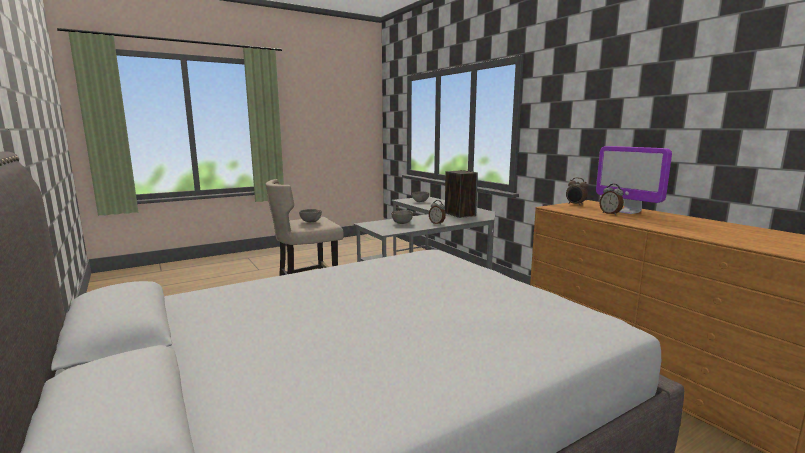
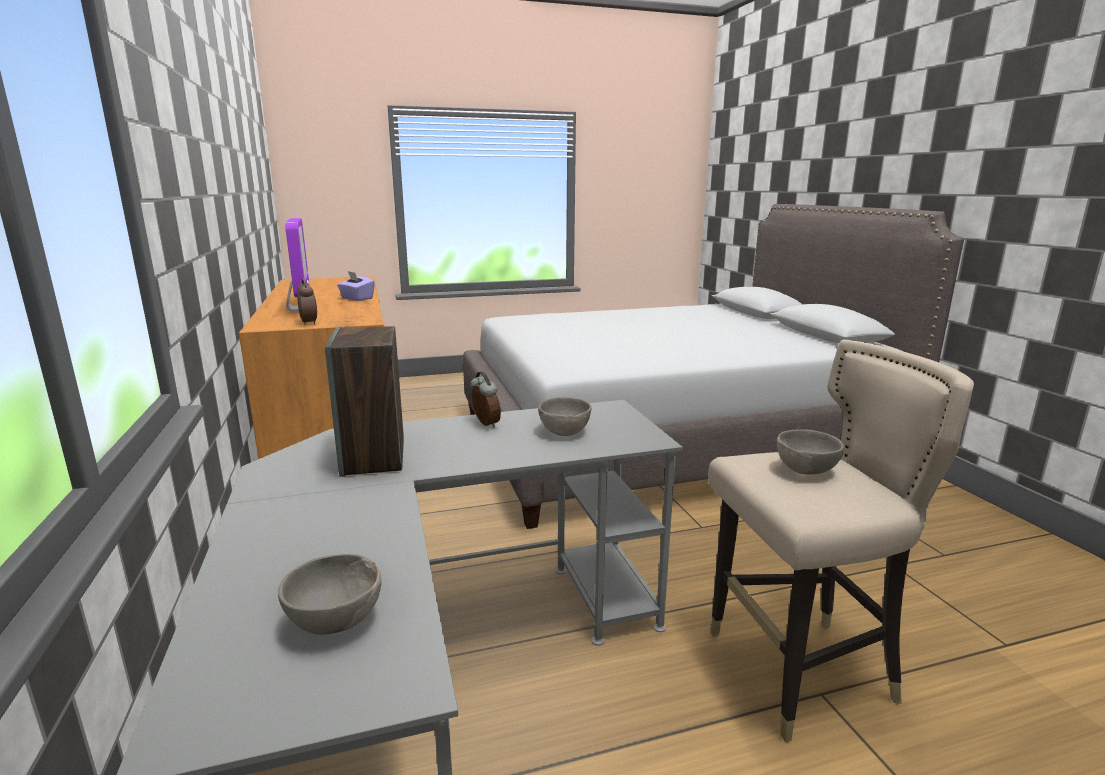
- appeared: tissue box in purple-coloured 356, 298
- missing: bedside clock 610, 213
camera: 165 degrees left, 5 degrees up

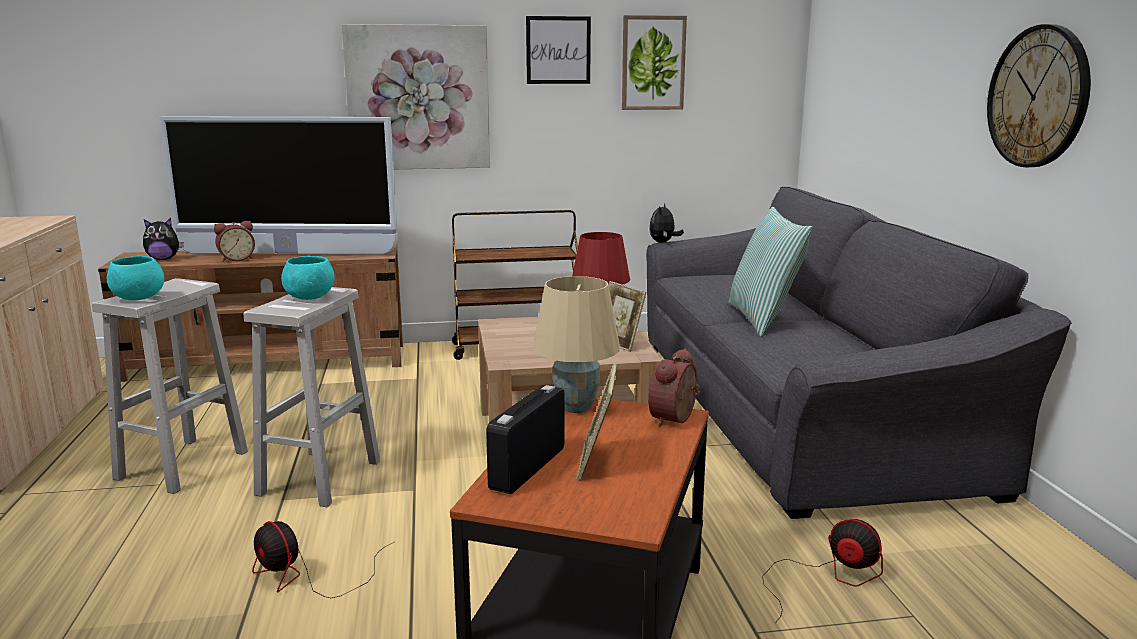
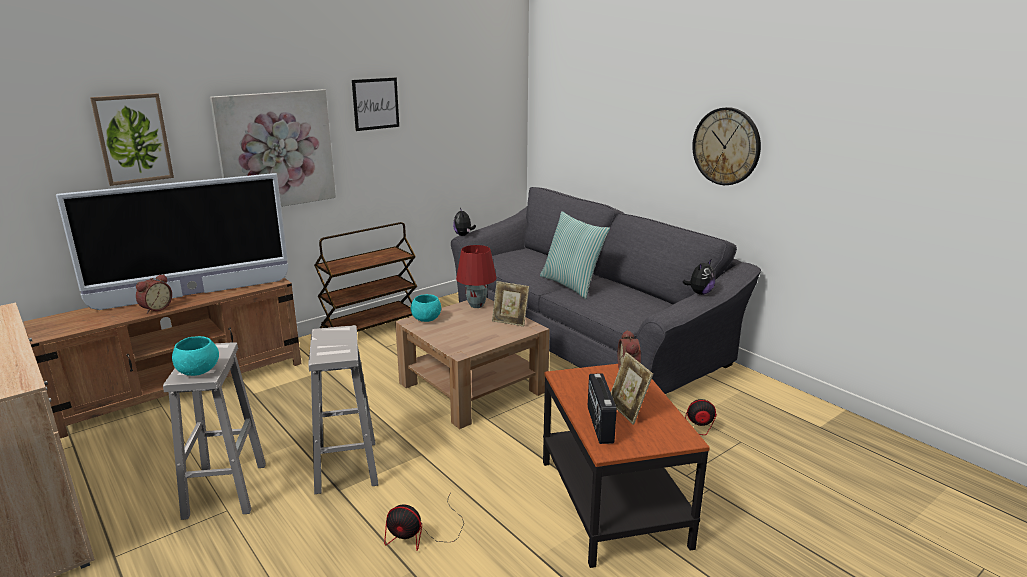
- relocated: wall art 653, 63 to 133, 138
- relocated: serving bowl in turquoise-coloured 309, 297 to 426, 319
- relocated: plush toy 163, 259 to 699, 293
- missing: lamp for a table in beige 576, 407
camera: 30 degrees left, 5 degrees up

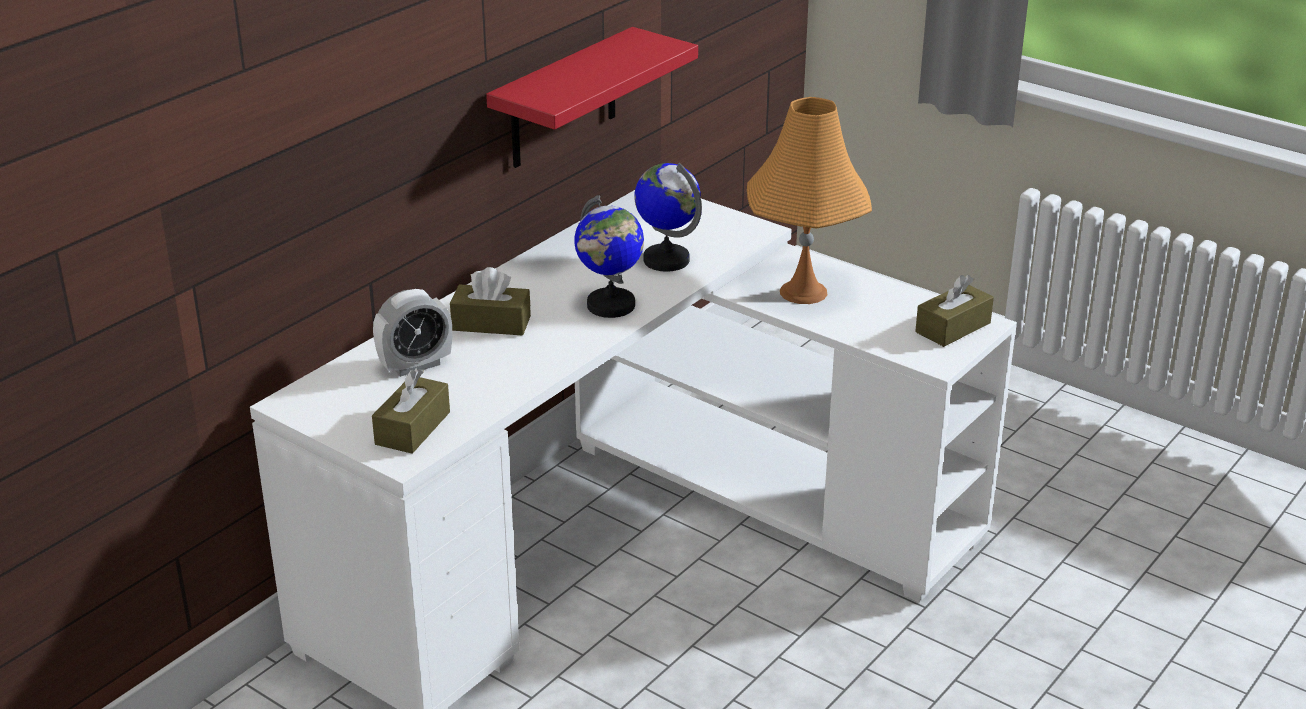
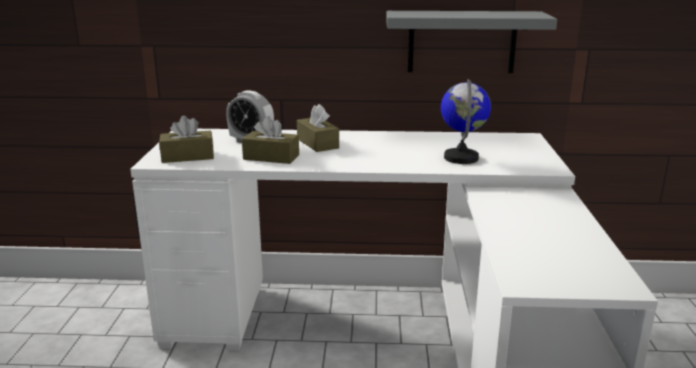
- relocated: tissue box in brown 953, 328 to 271, 157
- colour: bracket shelf in red 563, 100 to bracket shelf in greyish 461, 42
- missing: globe 610, 306
- missing: lamp for a table in orangey 803, 292
camera: 55 degrees right, 10 degrees down

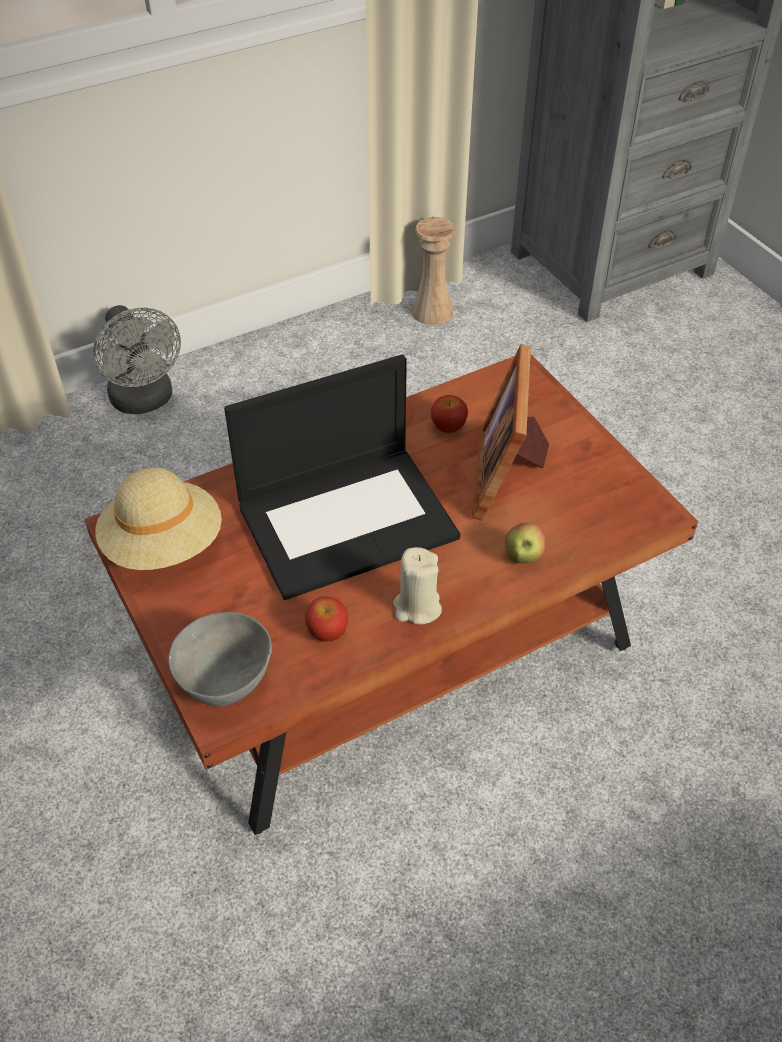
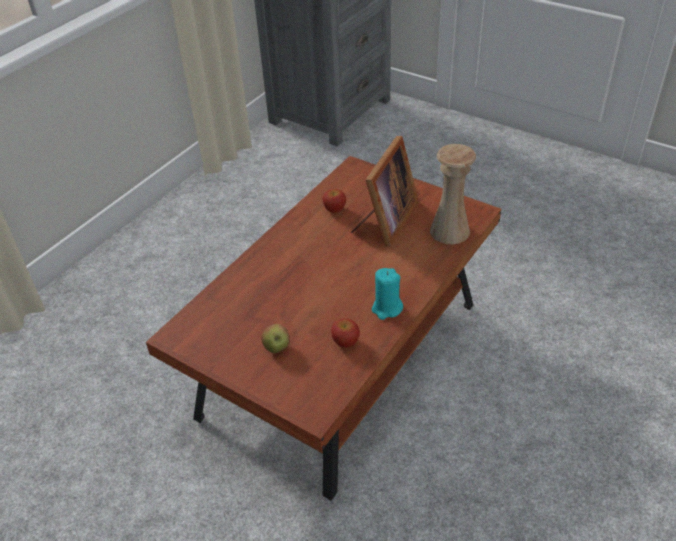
- relocated: apple fruit 523, 557 to 277, 348
- spun: standing frame 507, 473 = 385, 221 135 degrees counterclockwise
- colour: wax light in beige 417, 607 to wax light in turquoise-coloured 386, 308
- relocated: vase in beige 432, 311 to 449, 231
- missing: cooling fan in greyish 145, 401
- missing: hat in beige 164, 545
- missing: serving bowl in greyish 226, 683
- missing: laptop 348, 519
camera: 25 degrees left, 5 degrees down

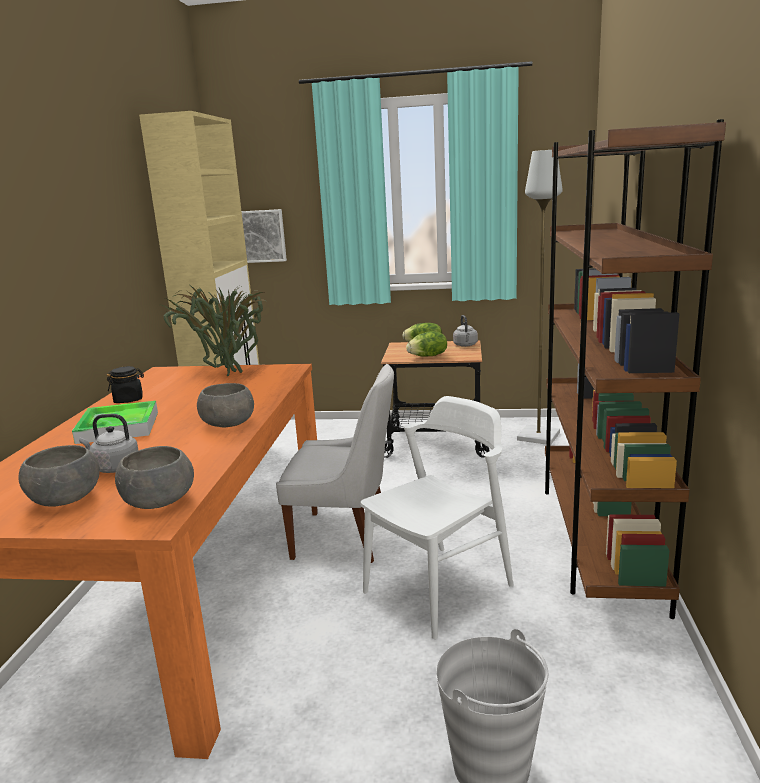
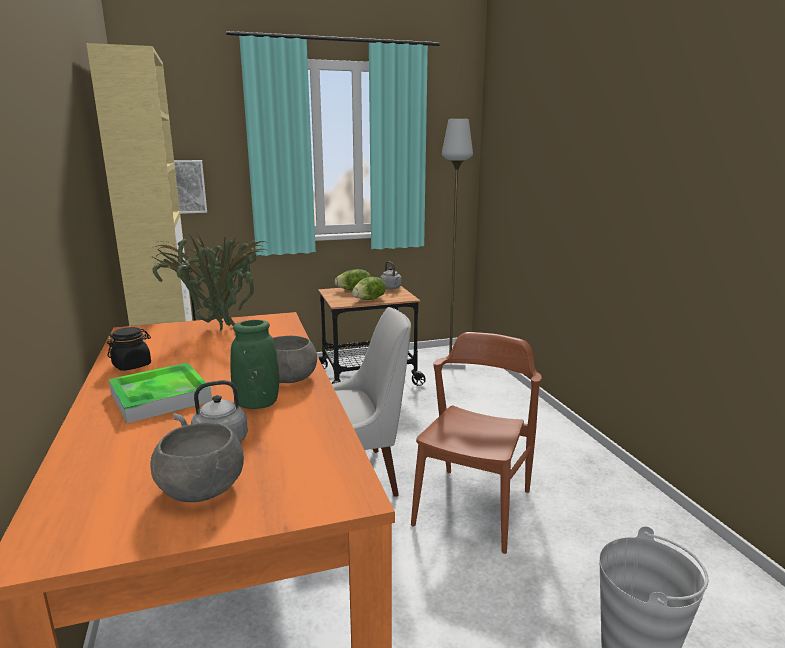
- appeared: vase in greenish 257, 404
- colour: upright chair in white-coloured 439, 588 to upright chair in brown 473, 507
- missing: serving bowl in greyish 158, 501
- missing: bookcase in brown 597, 537
camera: 25 degrees left, 0 degrees up

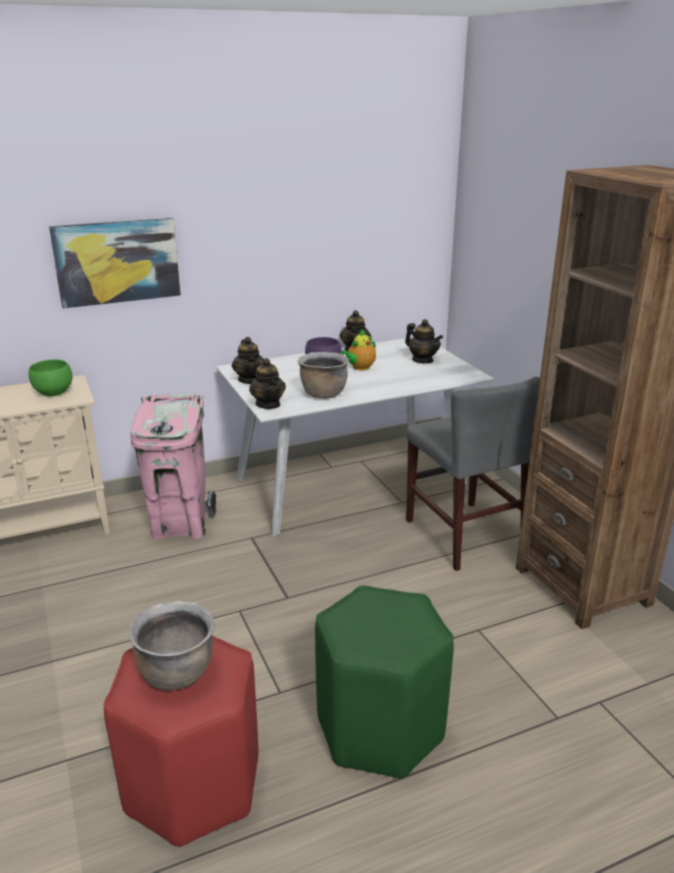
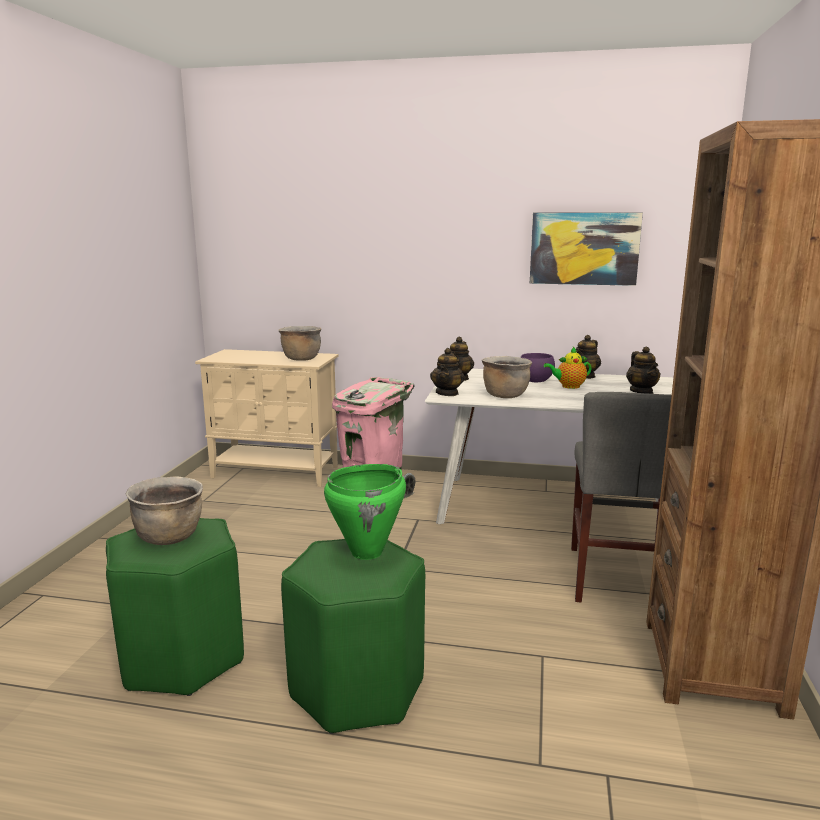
- colour: stool seat in red 193, 784 to stool seat in greenish 183, 657
- exchanged: serving bowl in greenish 53, 393 to saucepot in brown 301, 359
- appeared: saucepot in greenish 367, 552
- relocated: wall art 117, 262 to 584, 248
camera: 35 degrees right, 10 degrees down

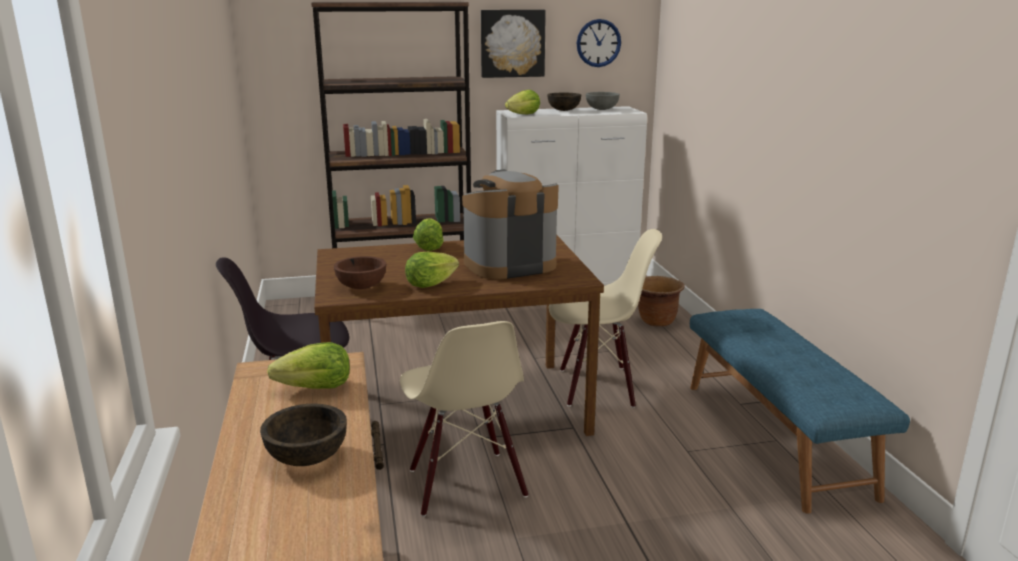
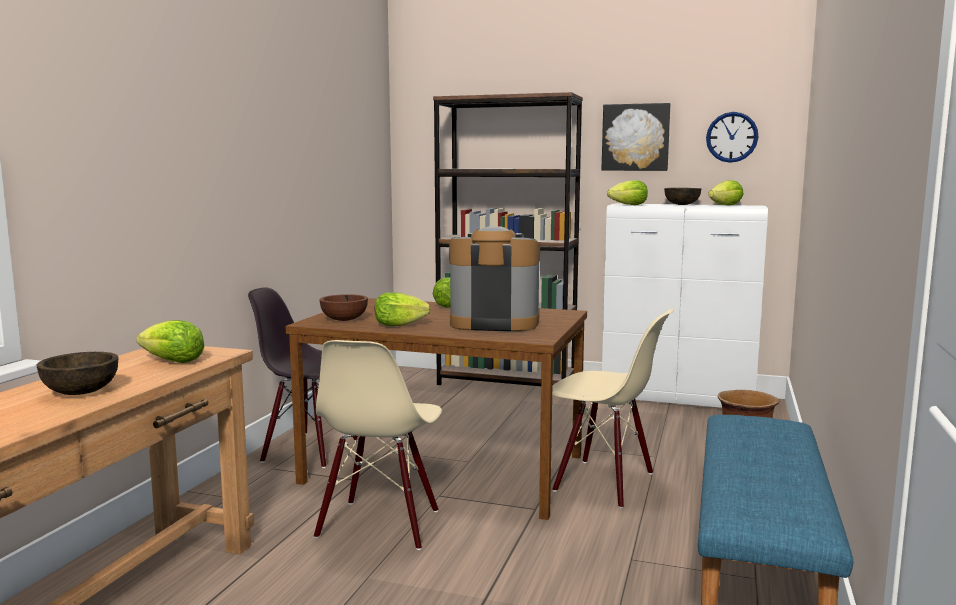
- exchanged: serving bowl in greyish 602, 109 to lettuce 725, 205
camera: 30 degrees right, 10 degrees down

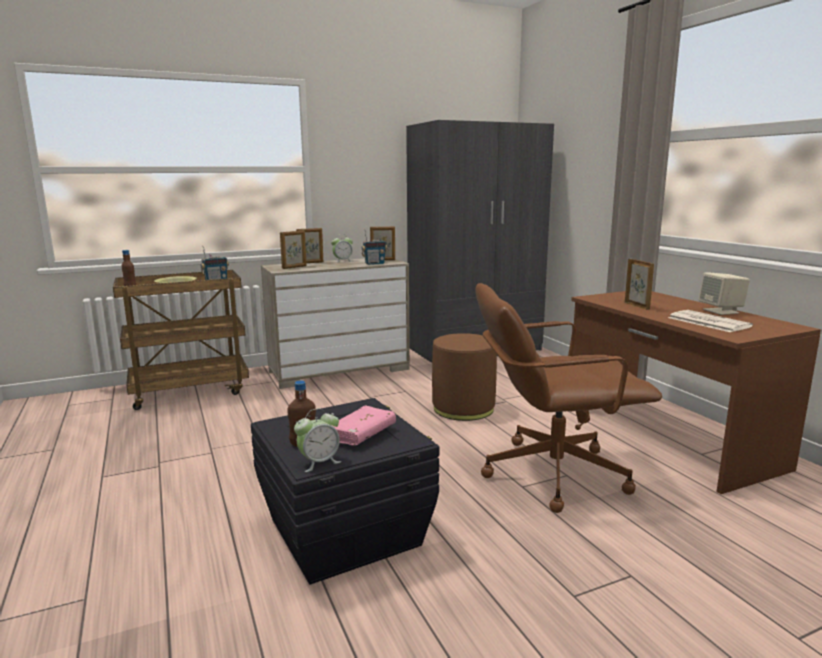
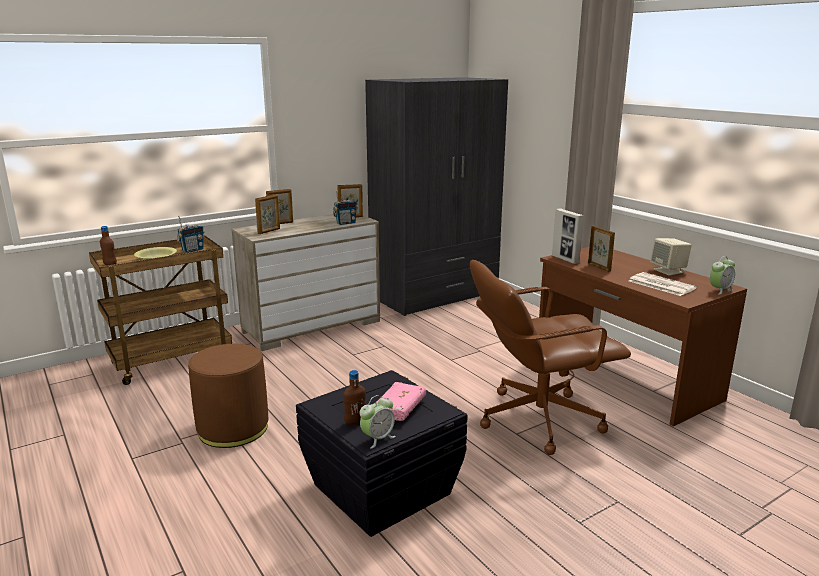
- relocated: pouffe in brown 463, 408 to 233, 428
- appeared: standing frame 565, 259
- relocated: bedside clock 342, 261 to 720, 290
camera: 10 degrees left, 5 degrees up

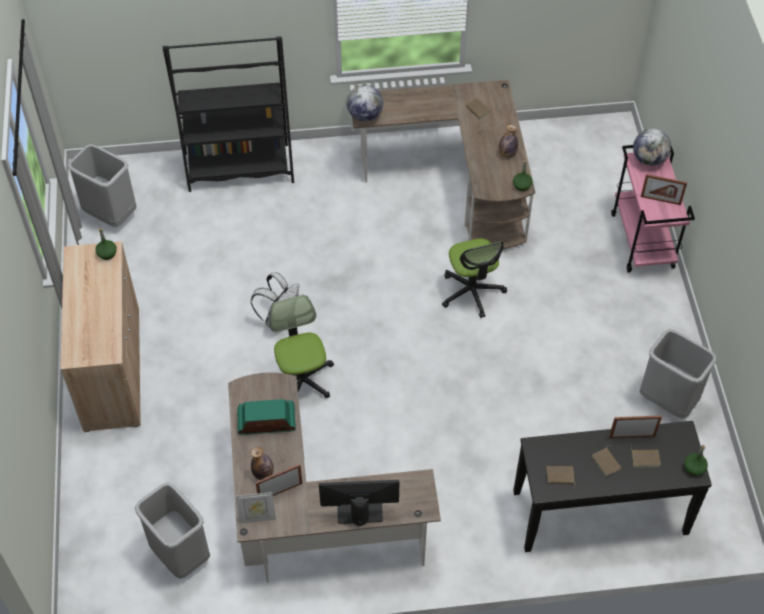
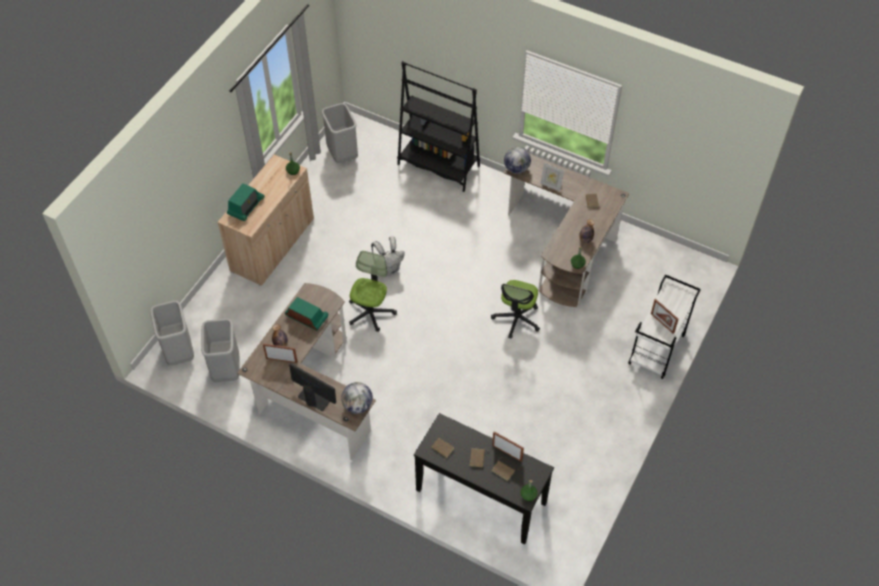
- relocated: rubbish bin in greyish 667, 401 to 179, 352
- appeared: radio 246, 207
- relocated: globe 649, 159 to 358, 405
- relocated: standing frame 257, 518 to 551, 186
- colour: trolley in pink-coloured 643, 241 to trolley in white-coloured 657, 350
camera: 35 degrees right, 0 degrees up

